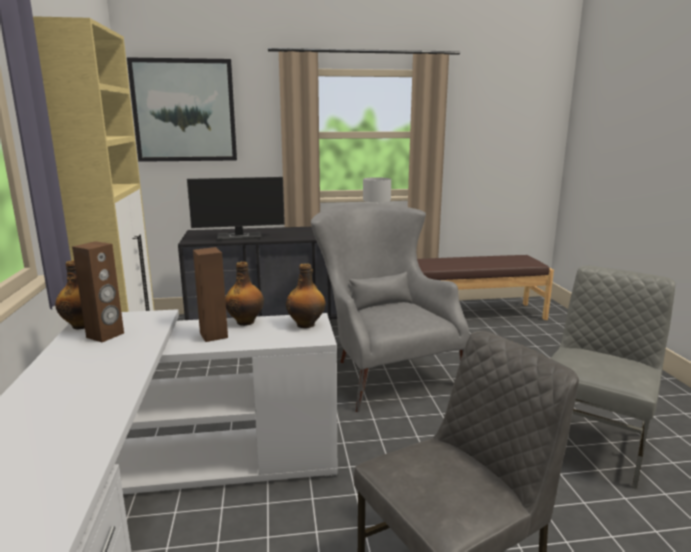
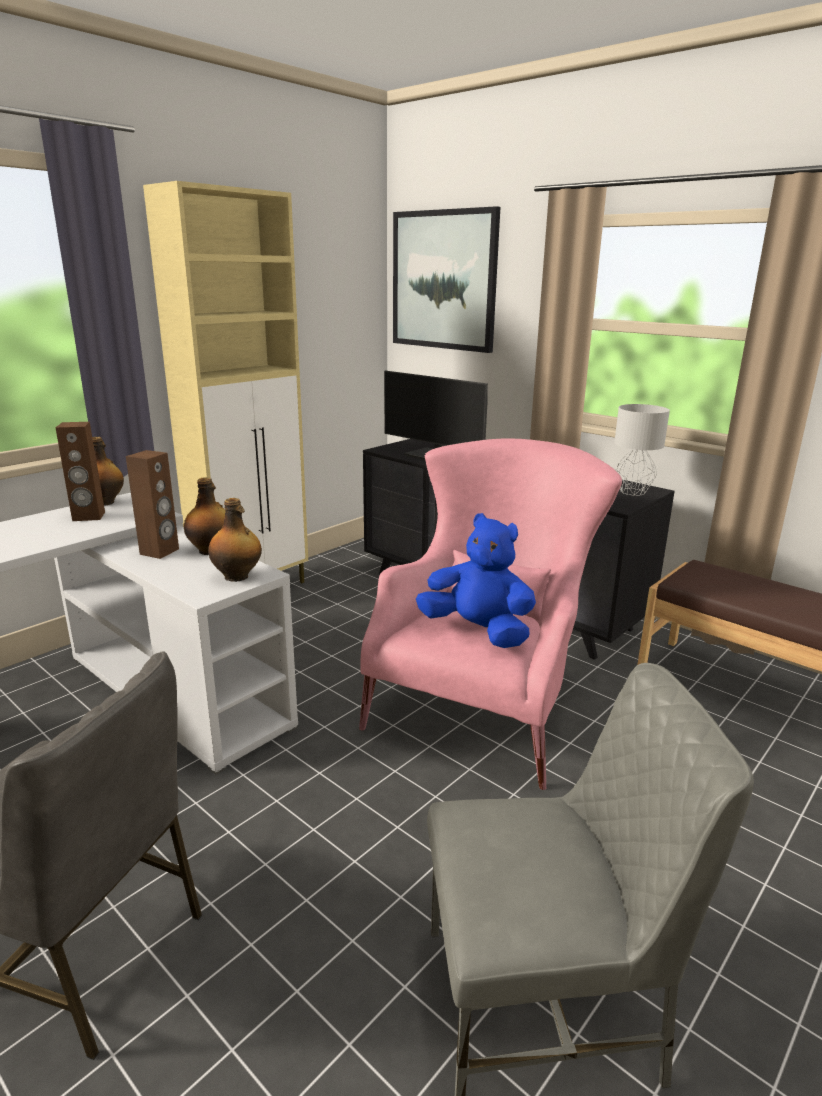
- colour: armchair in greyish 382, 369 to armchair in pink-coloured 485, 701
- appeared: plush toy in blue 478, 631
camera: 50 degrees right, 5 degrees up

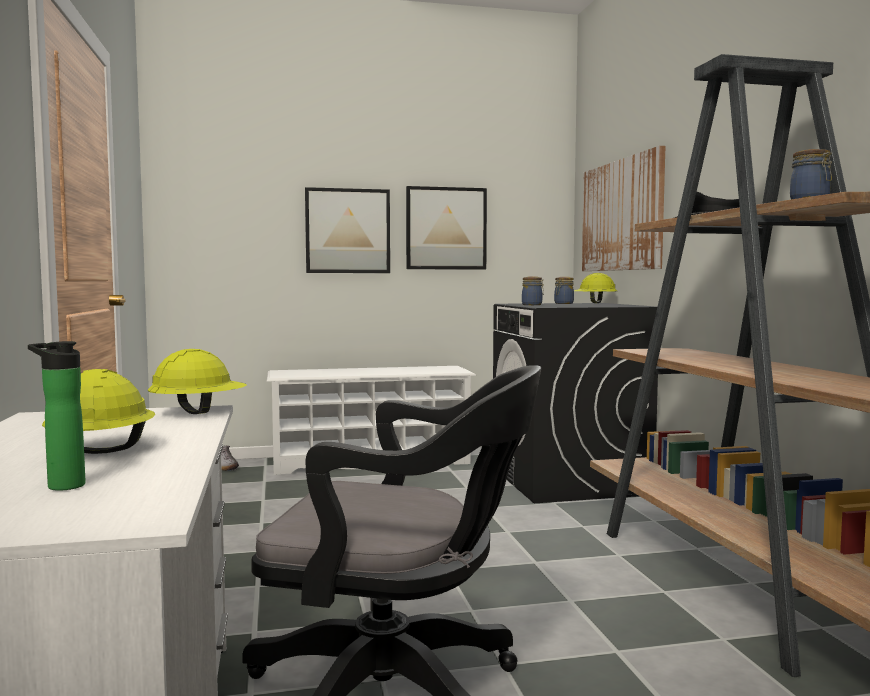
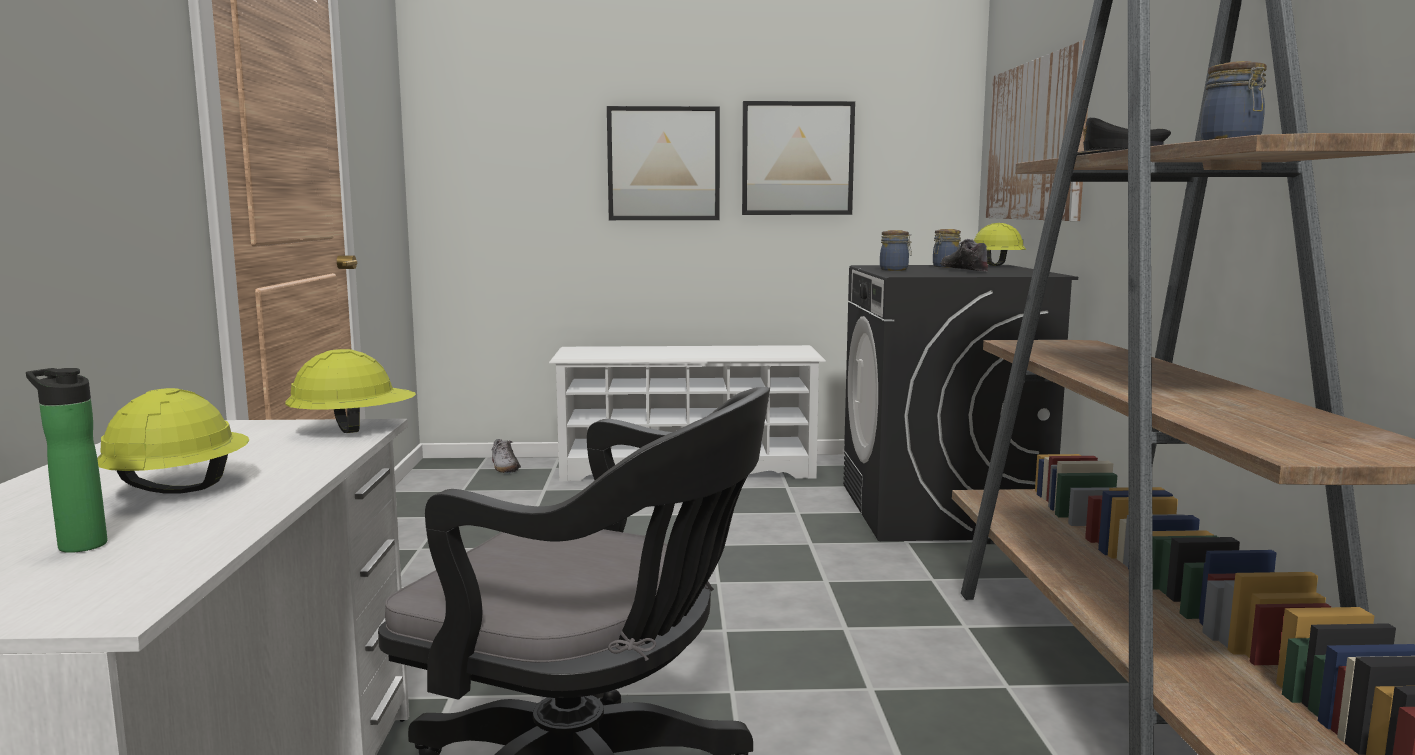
- appeared: low shoe 964, 270
camera: 10 degrees right, 5 degrees up

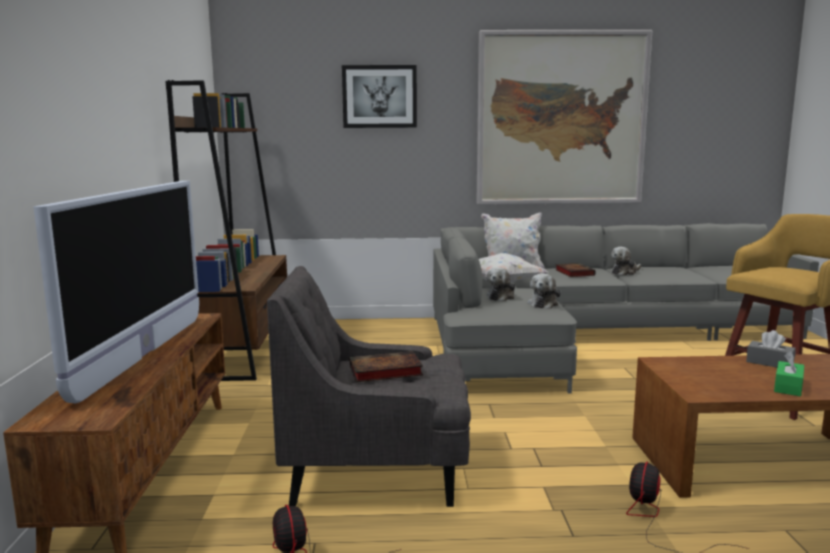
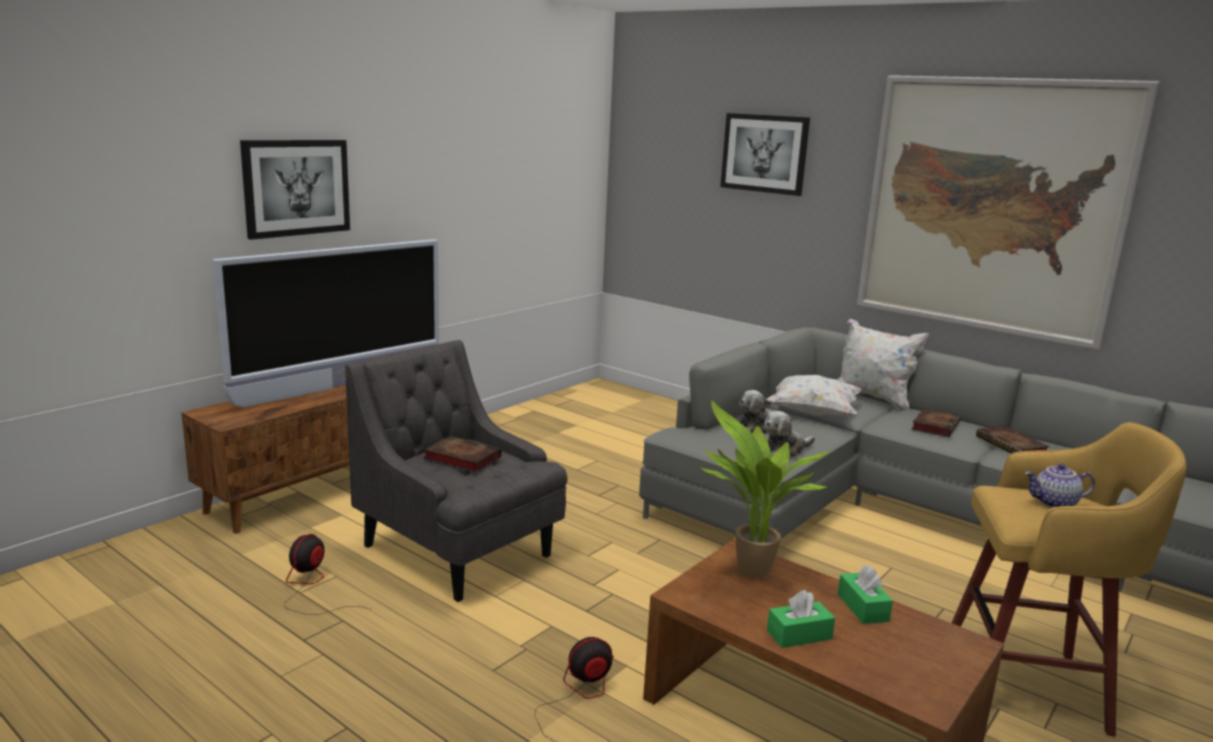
- appeared: wall art 296, 187
- appeared: potted plant 749, 573
- colour: tissue box in greyish 769, 363 to tissue box in greenish 862, 607
- exchanged: plush toy 625, 272 to book 1013, 446
- appeared: pot for tea 1054, 503
- missing: bookcase in brown 245, 348
camera: 40 degrees right, 5 degrees up

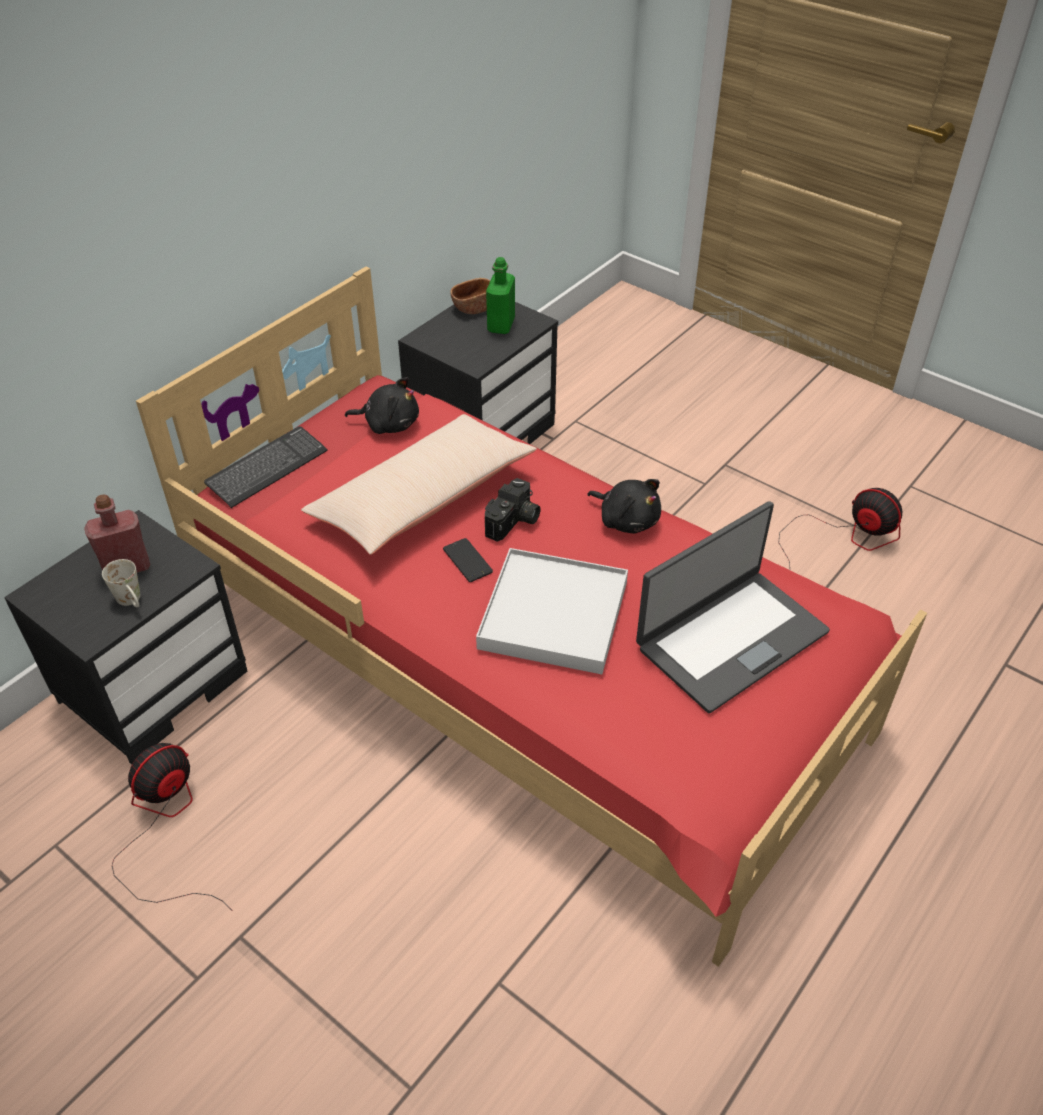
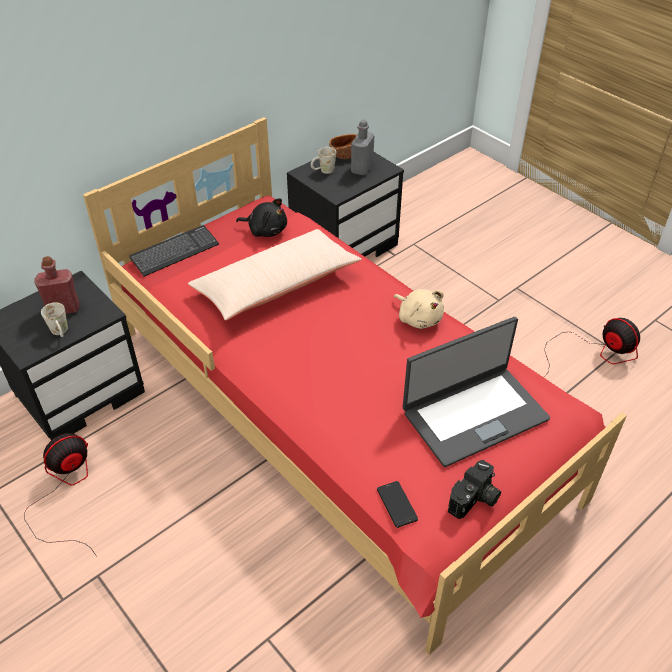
- appeared: tea mug in white-coloured 323, 171
- colour: drink bottle in greenish 501, 325 to drink bottle in greyish 362, 169
- relocated: handset 467, 560 to 397, 504
- colour: plush toy in blackish 626, 519 to plush toy in beige 418, 318
- relocated: still camera 514, 522 to 475, 500
- missing: tray in white-coloured 553, 614
camera: 10 degrees right, 0 degrees up

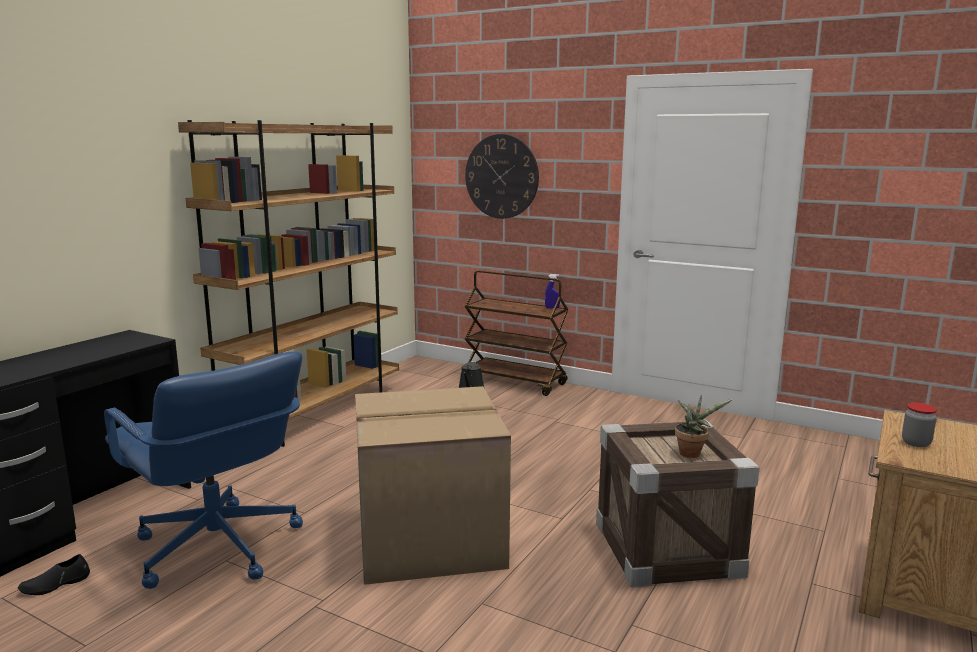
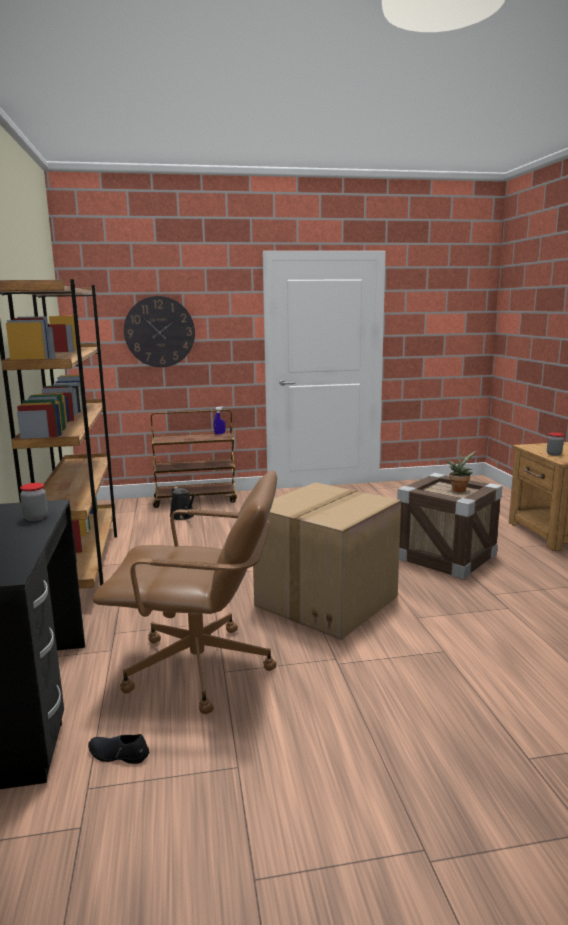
- appeared: storage jar 36, 518
- spun: low shoe in blackish 55, 584 = 118, 754 90 degrees clockwise
- colour: computer chair in blue 216, 548 to computer chair in brown 200, 669
camera: 40 degrees left, 0 degrees up

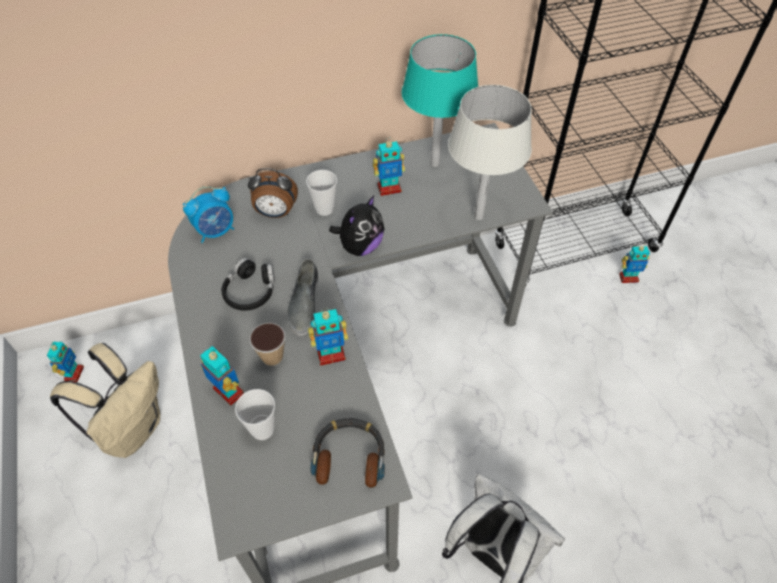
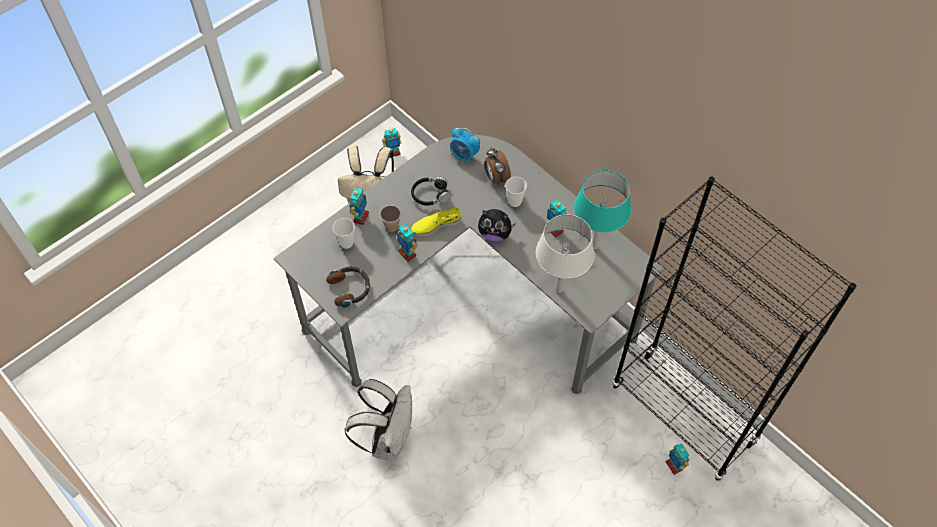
- colour: low shoe in greyish 304, 303 to low shoe in yellow-coloured 435, 225
camera: 65 degrees right, 5 degrees up

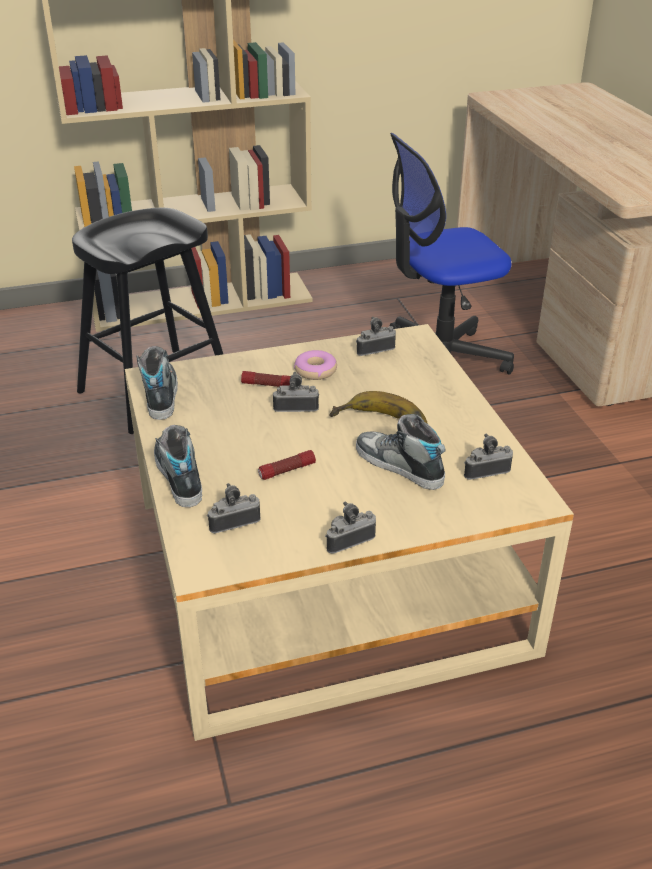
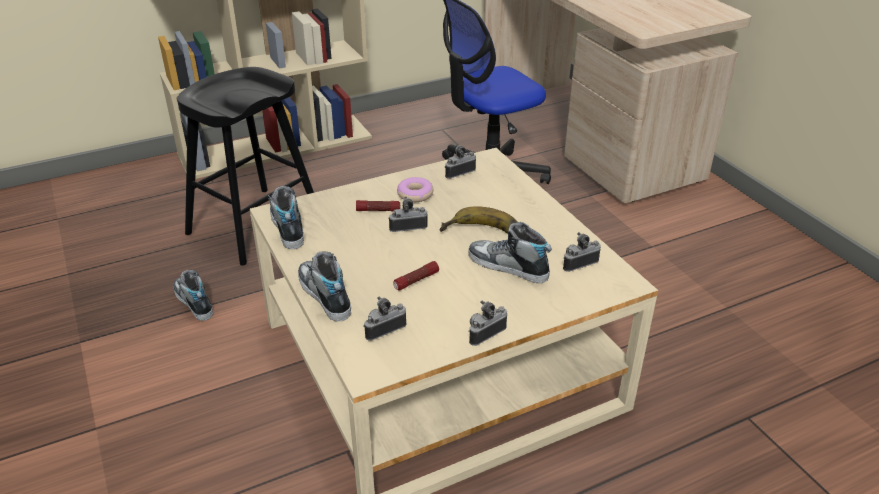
- appeared: low shoe 193, 302
camera: 10 degrees left, 0 degrees up

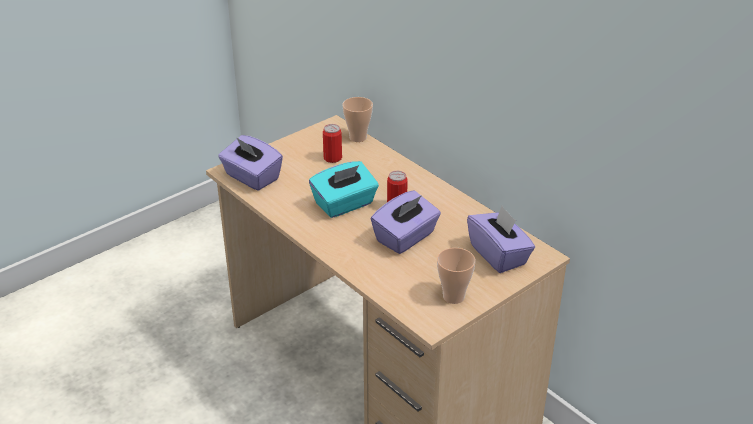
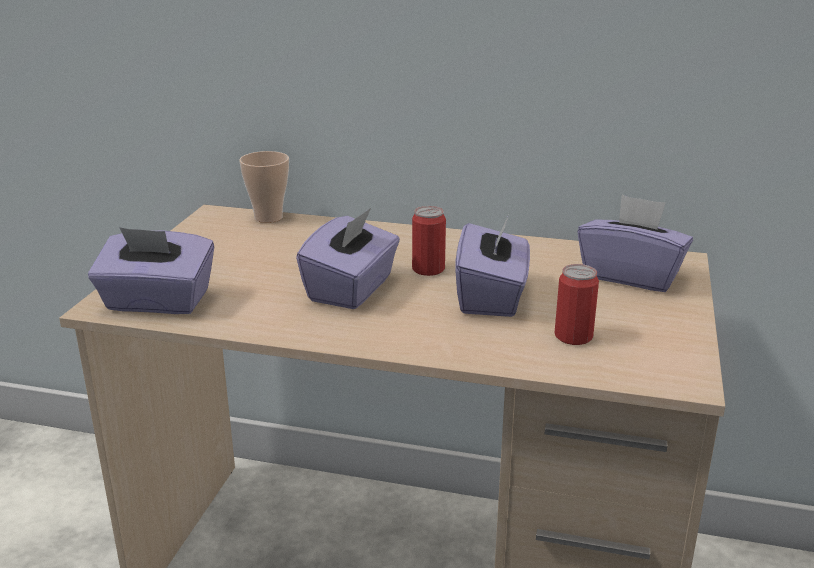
- colour: tissue box in turquoise-coloured 344, 204 to tissue box in purple-coloured 352, 289
- relocated: sealed can 332, 158 to 573, 336
- missing: drinking cup 453, 297
camera: 35 degrees left, 10 degrees down

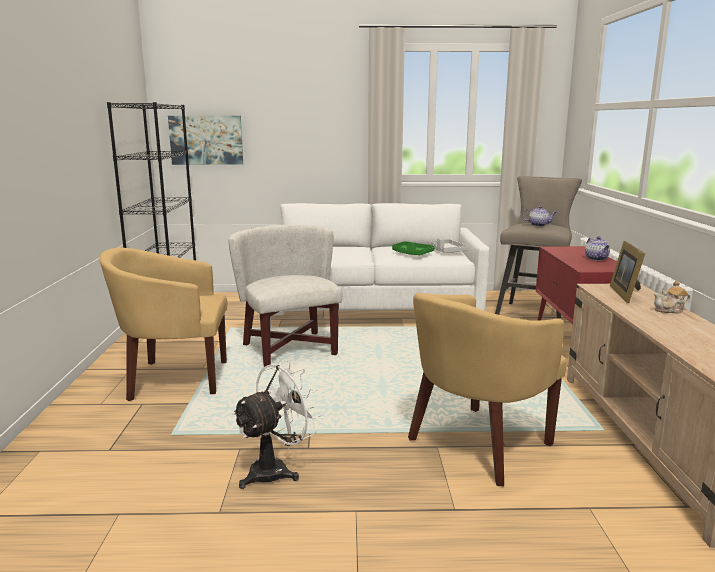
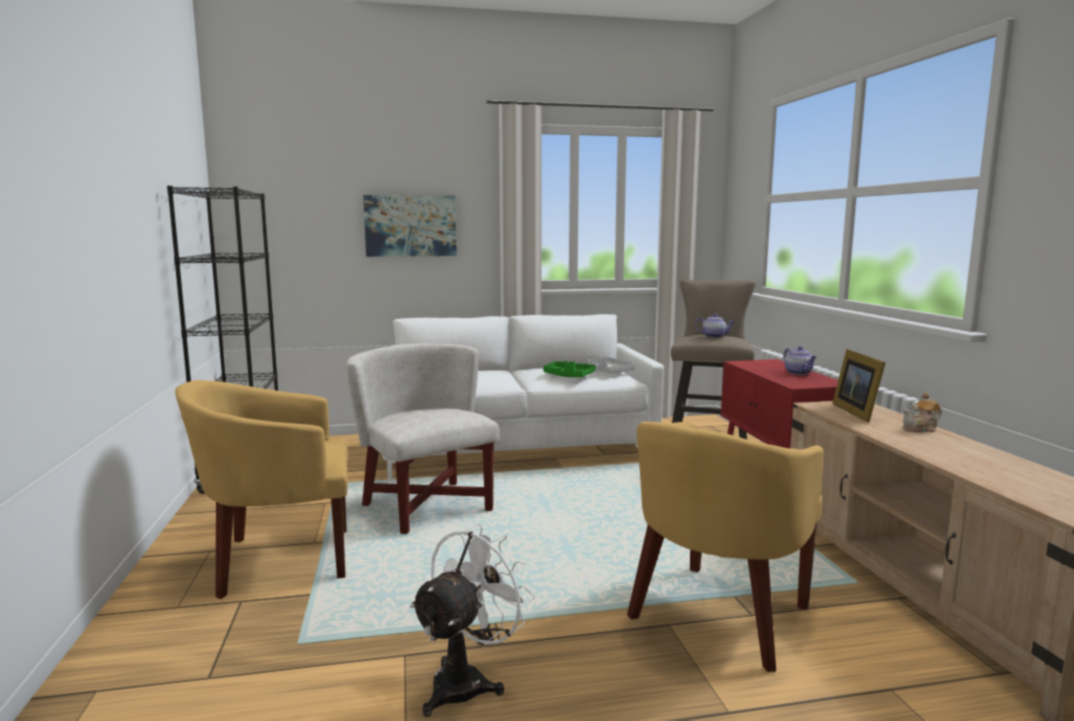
- relocated: wall art 206, 140 to 410, 226
camera: 10 degrees left, 5 degrees down

